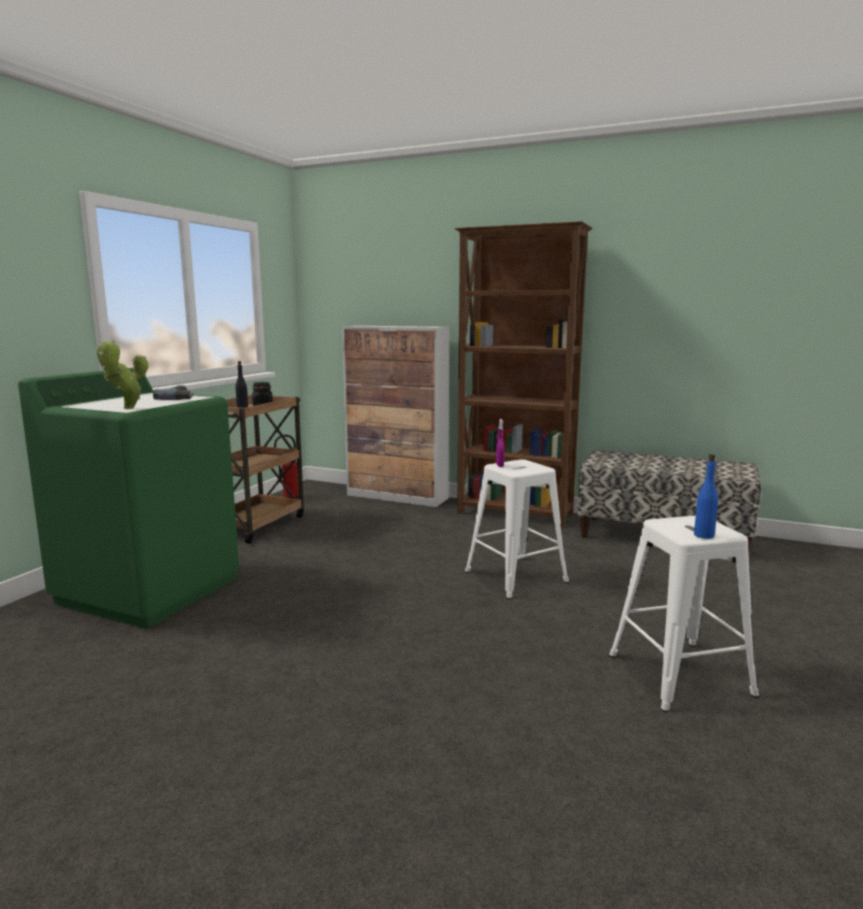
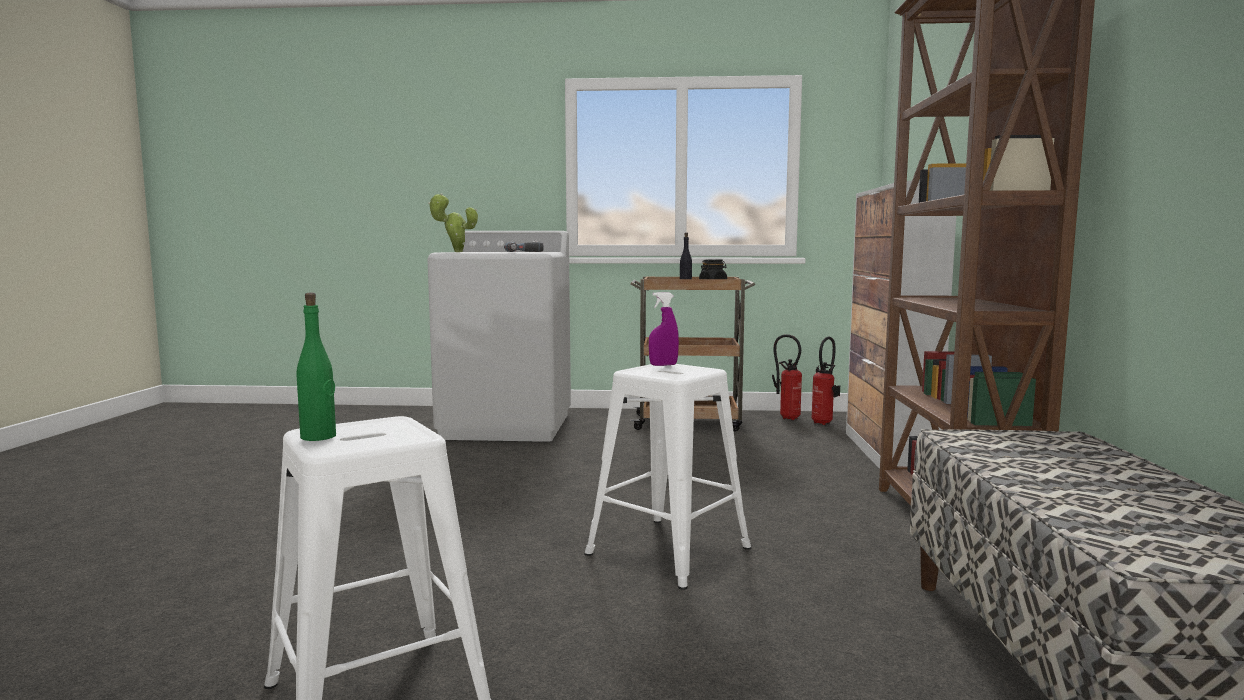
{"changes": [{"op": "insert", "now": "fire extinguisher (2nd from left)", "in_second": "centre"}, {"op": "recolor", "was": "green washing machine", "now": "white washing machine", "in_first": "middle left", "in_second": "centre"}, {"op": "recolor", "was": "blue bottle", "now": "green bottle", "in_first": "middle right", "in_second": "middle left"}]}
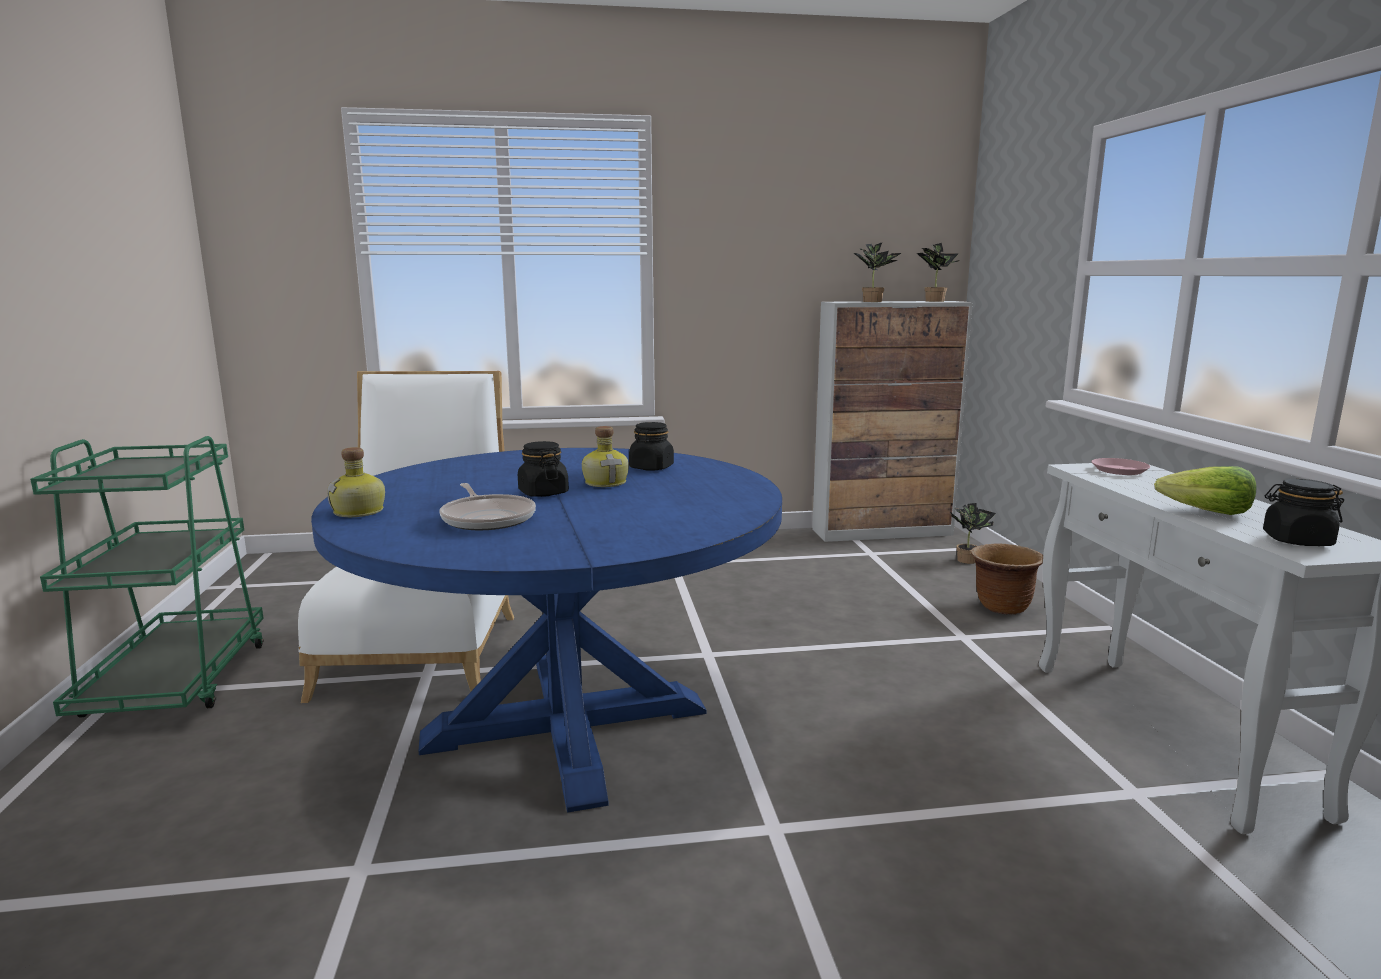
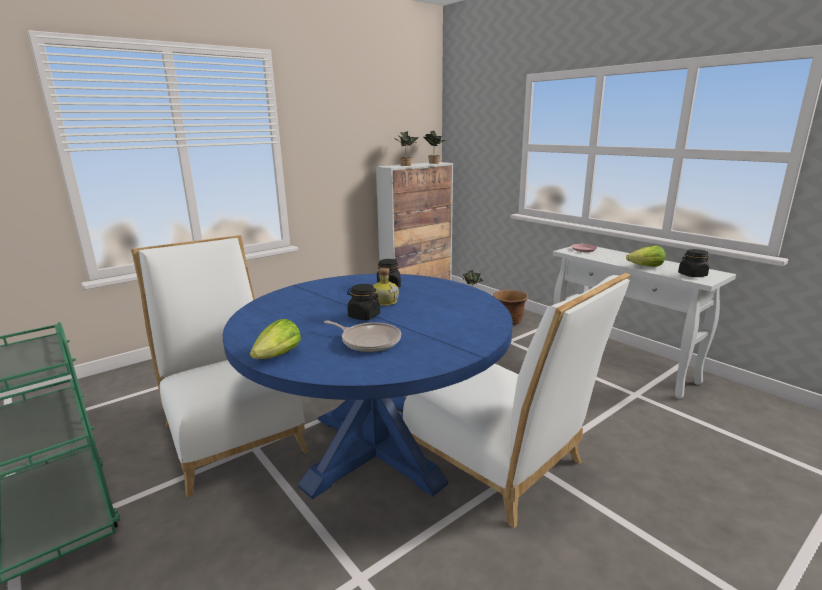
{"changes": [{"op": "insert", "now": "white chair (2nd from left)", "in_second": "bottom centre"}, {"op": "replace", "was": "bottle (1st from left)", "now": "lettuce (1st from left)", "in_first": "middle left", "in_second": "centre"}]}
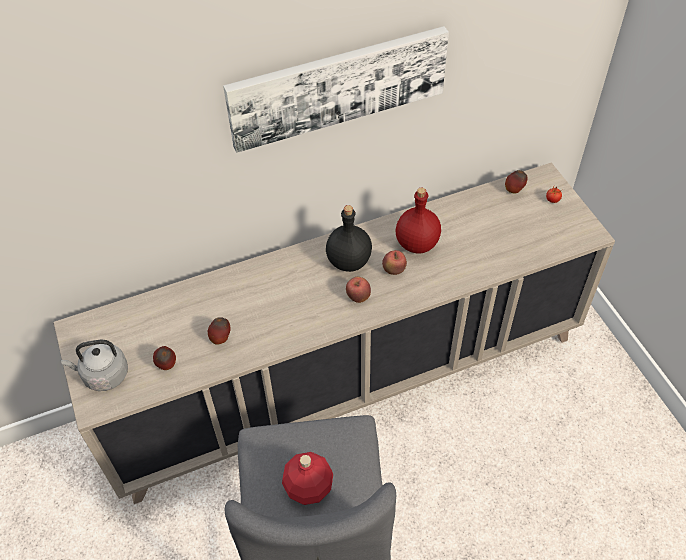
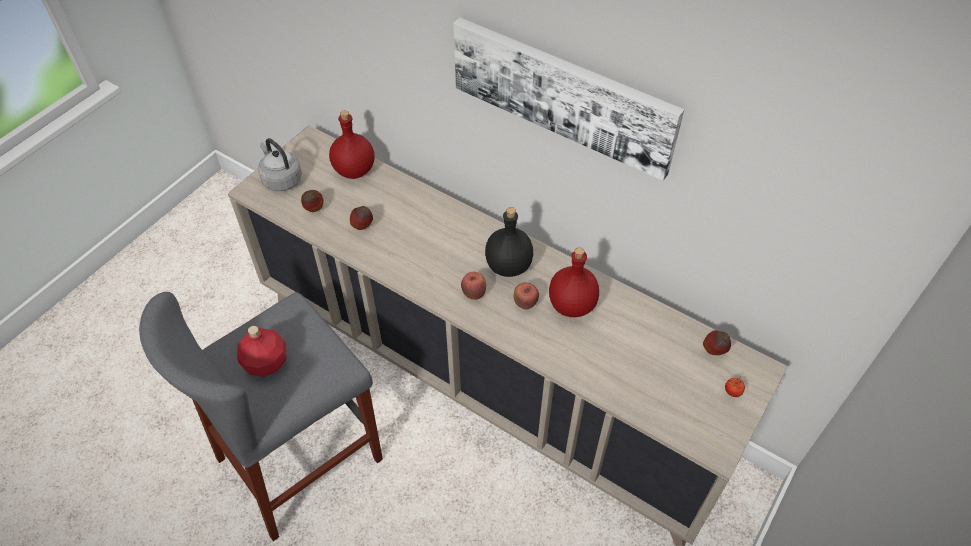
{"changes": [{"op": "insert", "now": "red bottle (2nd from left)", "in_second": "top centre"}]}
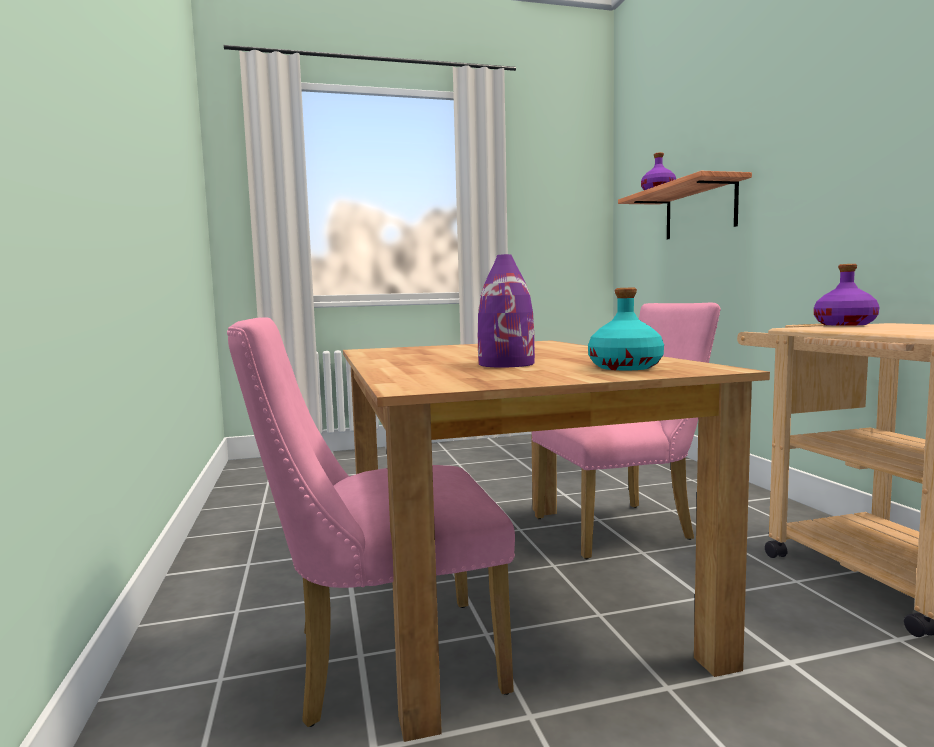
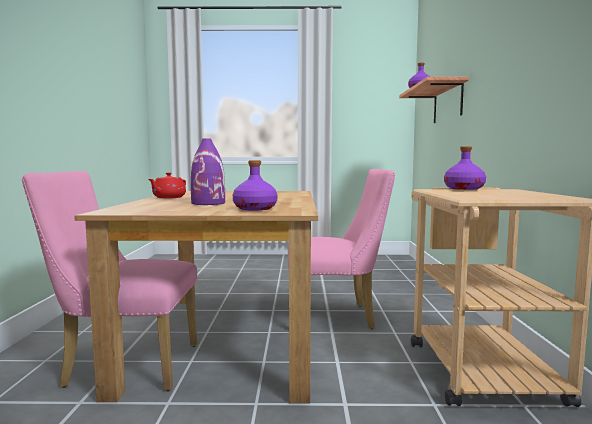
{"changes": [{"op": "insert", "now": "red teapot", "in_second": "middle left"}, {"op": "recolor", "was": "turquoise bottle", "now": "purple bottle (1st from left)", "in_first": "middle right", "in_second": "centre"}]}
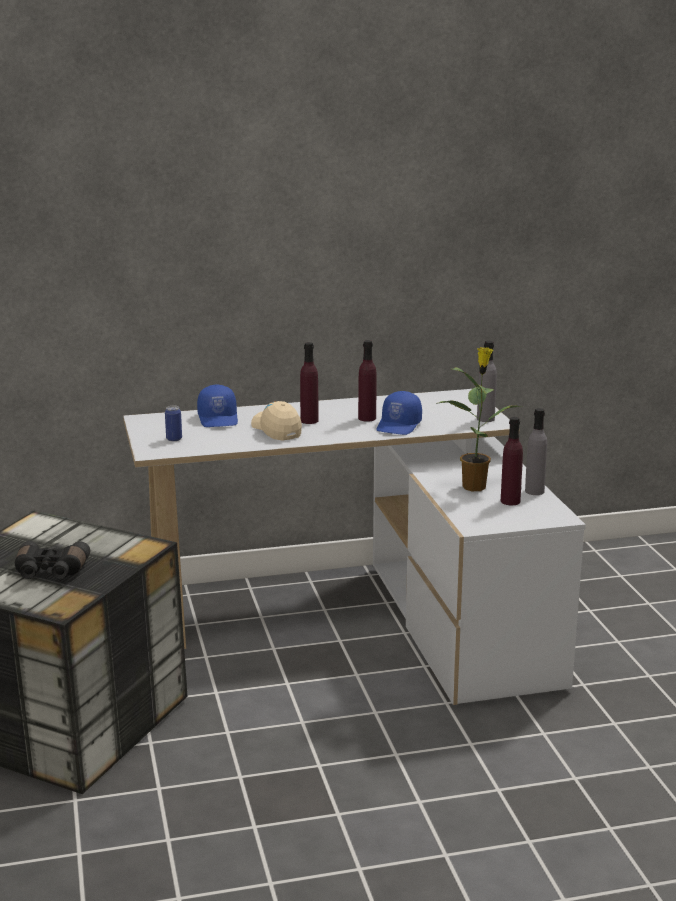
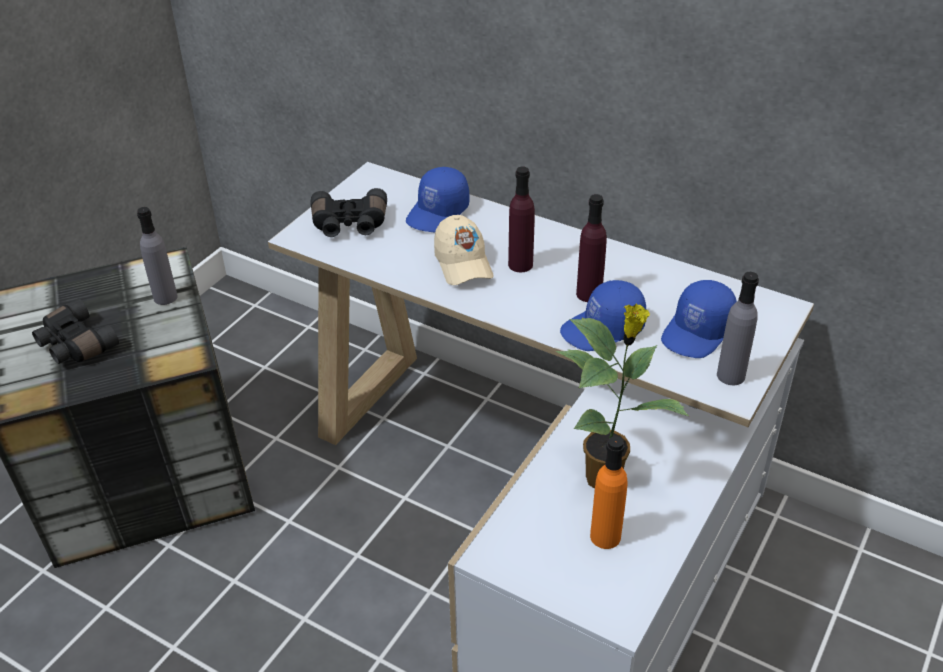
{"changes": [{"op": "insert", "now": "blue cap (3rd from left)", "in_second": "middle right"}, {"op": "move", "was": "grey bottle (2nd from left in the first image)", "now": "grey bottle (1st from left)", "in_first": "middle right", "in_second": "middle left"}, {"op": "replace", "was": "can", "now": "black binoculars (2nd from left)", "in_first": "middle left", "in_second": "top centre"}, {"op": "recolor", "was": "purple bottle (3rd from left)", "now": "orange bottle", "in_first": "middle right", "in_second": "bottom centre"}, {"op": "rotate", "was": "beige cap", "in_first": "centre", "in_second": "centre", "clockwise": 150}]}
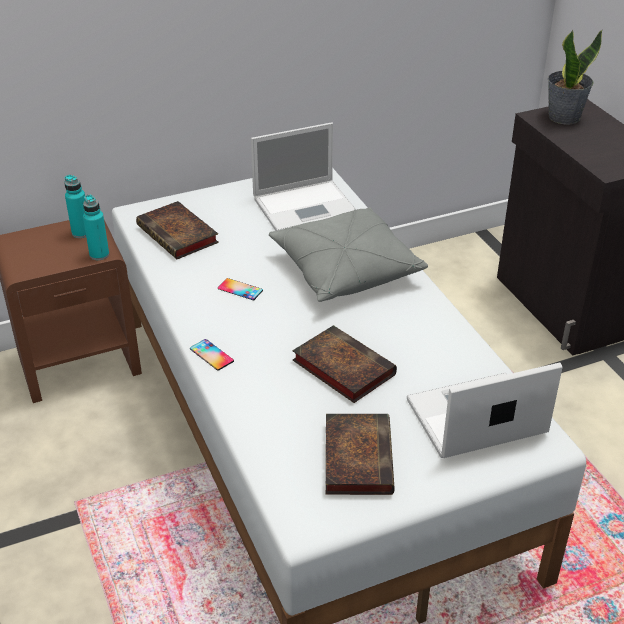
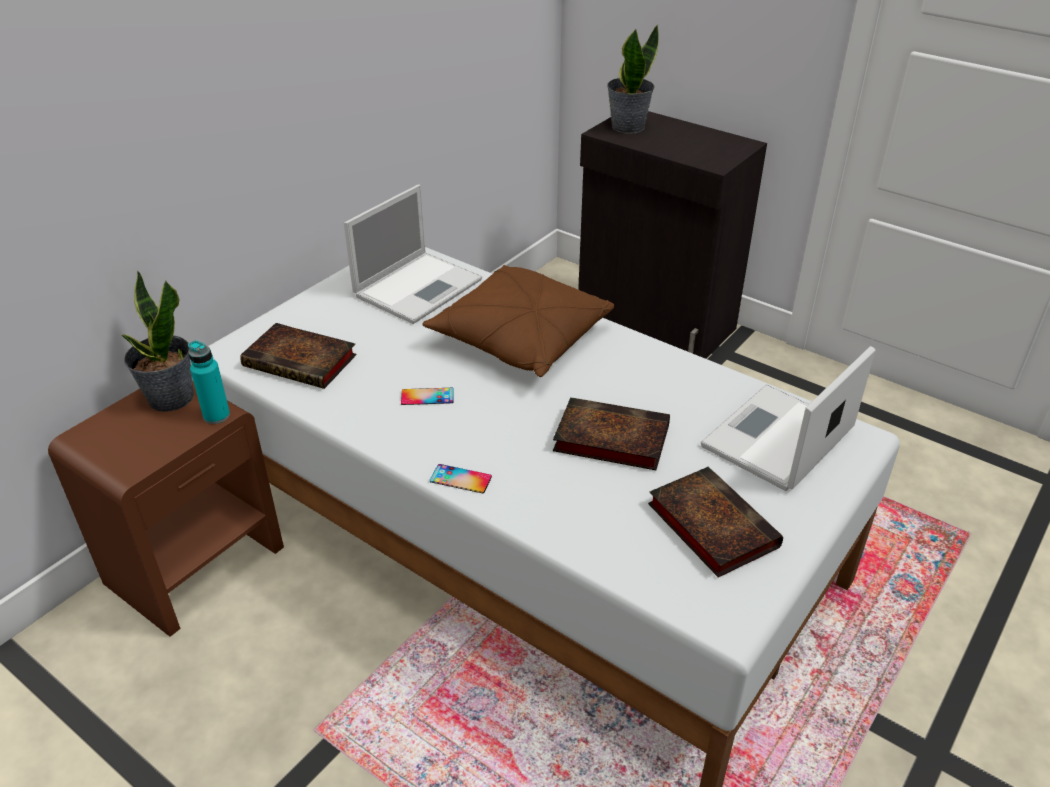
{"changes": [{"op": "replace", "was": "turquoise bottle (1st from left)", "now": "potted plant (1st from left)", "in_first": "top left", "in_second": "middle left"}, {"op": "recolor", "was": "grey pillow", "now": "brown pillow", "in_first": "centre", "in_second": "centre"}]}
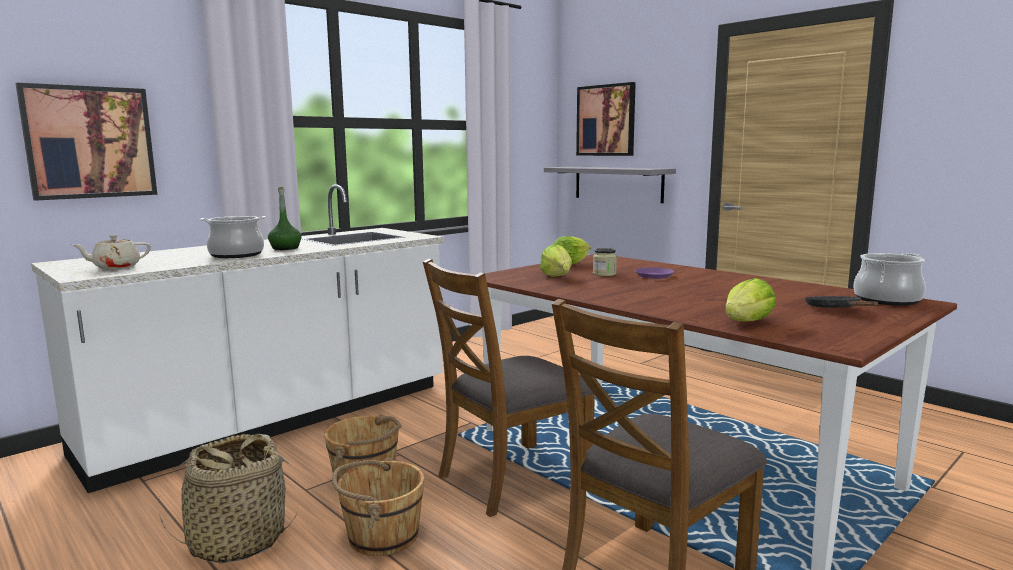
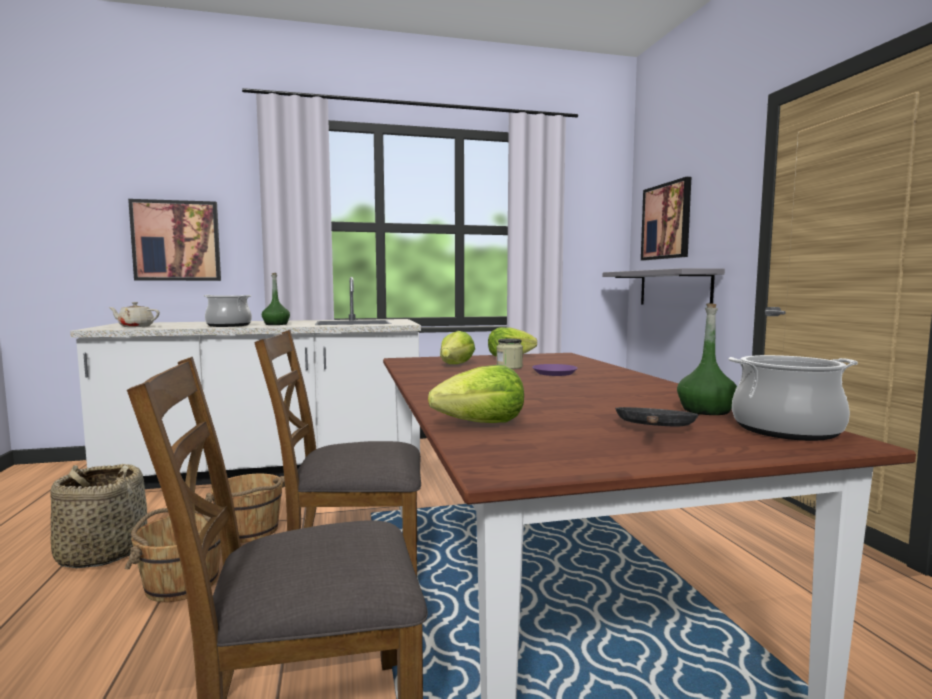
{"changes": [{"op": "insert", "now": "green bottle (2nd from left)", "in_second": "middle right"}]}
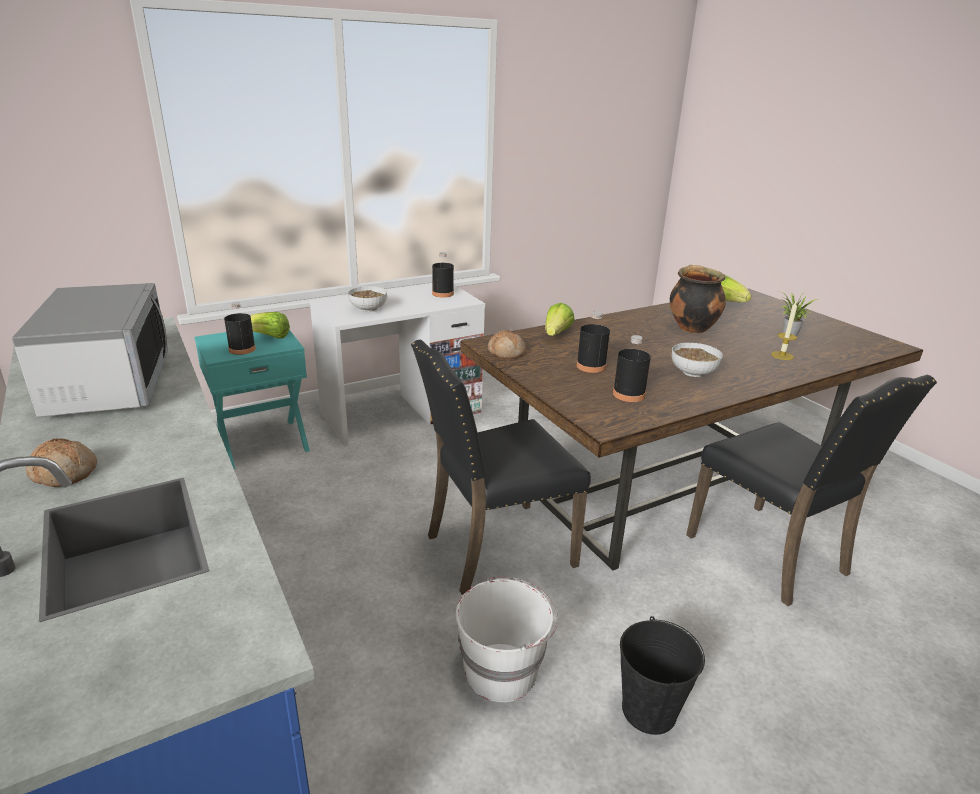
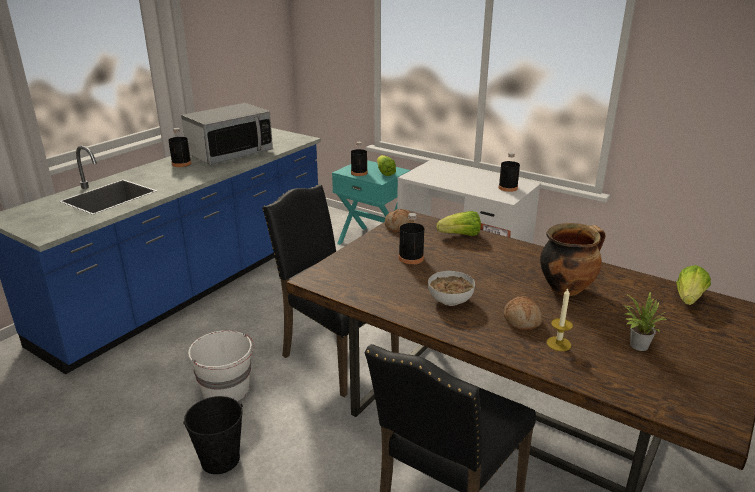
{"changes": [{"op": "delete", "was": "bowl (1st from left)", "in_first": "centre"}, {"op": "move", "was": "bread (1st from left in the first image)", "now": "bread (2nd from left)", "in_first": "middle left", "in_second": "middle right"}, {"op": "move", "was": "black bottle (4th from left in the first image)", "now": "black bottle (1st from left)", "in_first": "centre", "in_second": "top left"}]}
